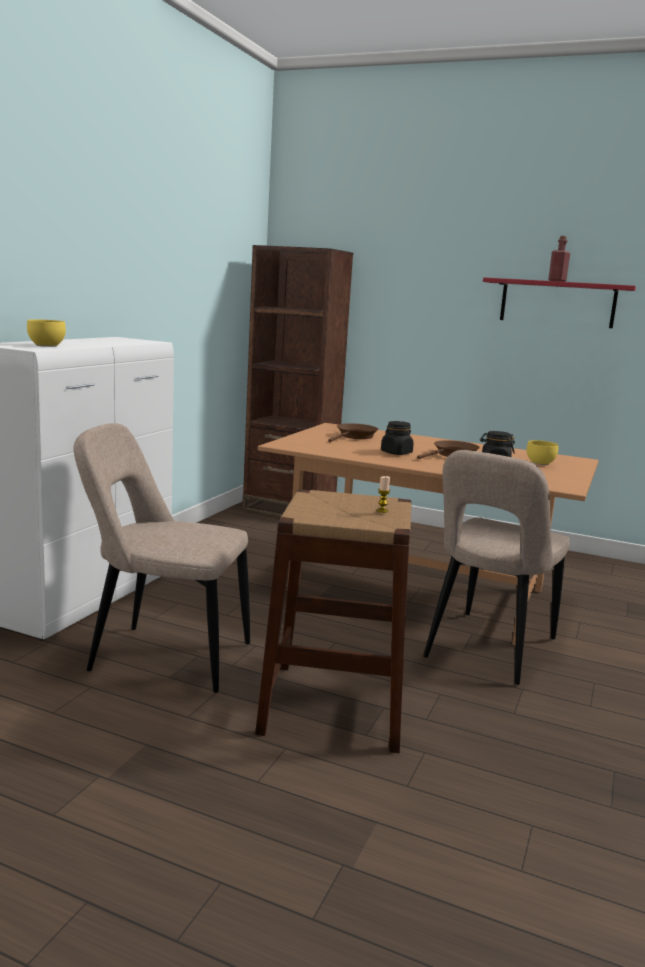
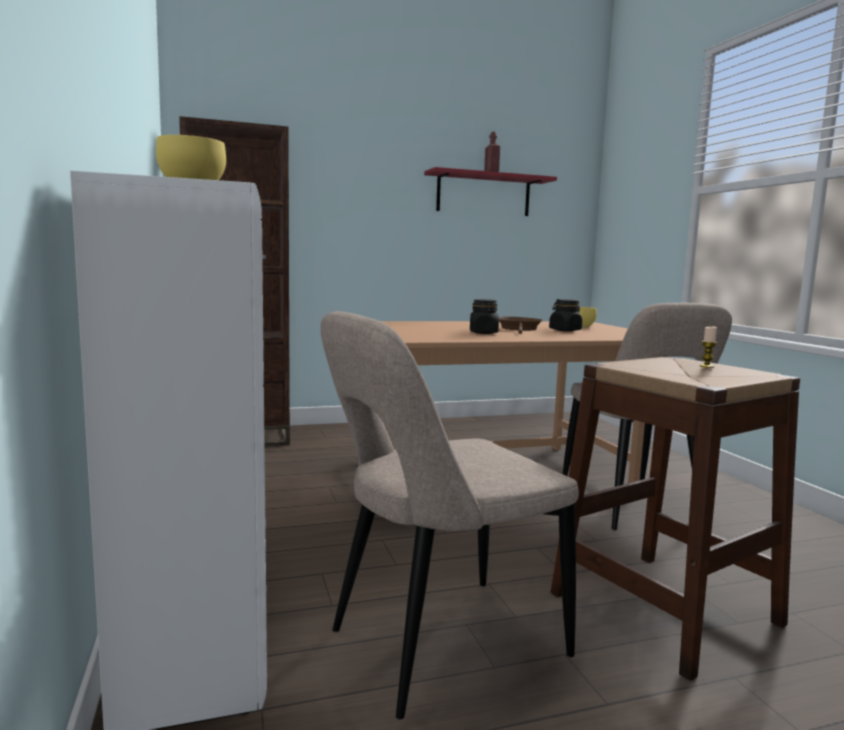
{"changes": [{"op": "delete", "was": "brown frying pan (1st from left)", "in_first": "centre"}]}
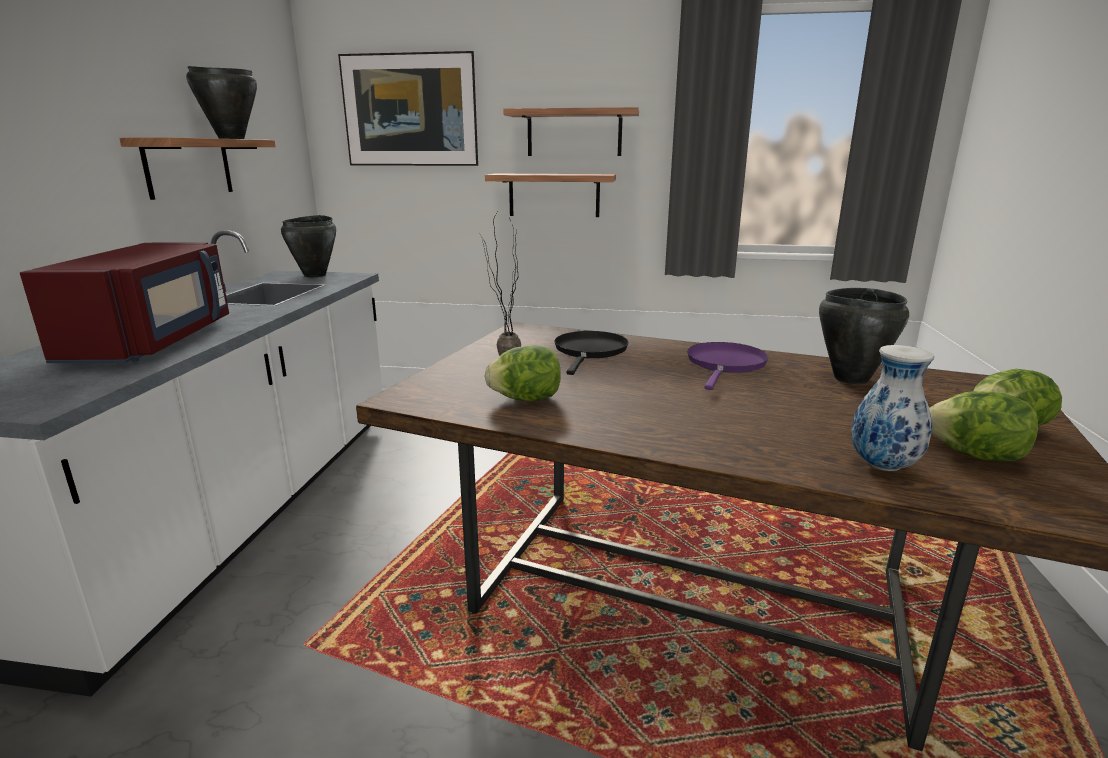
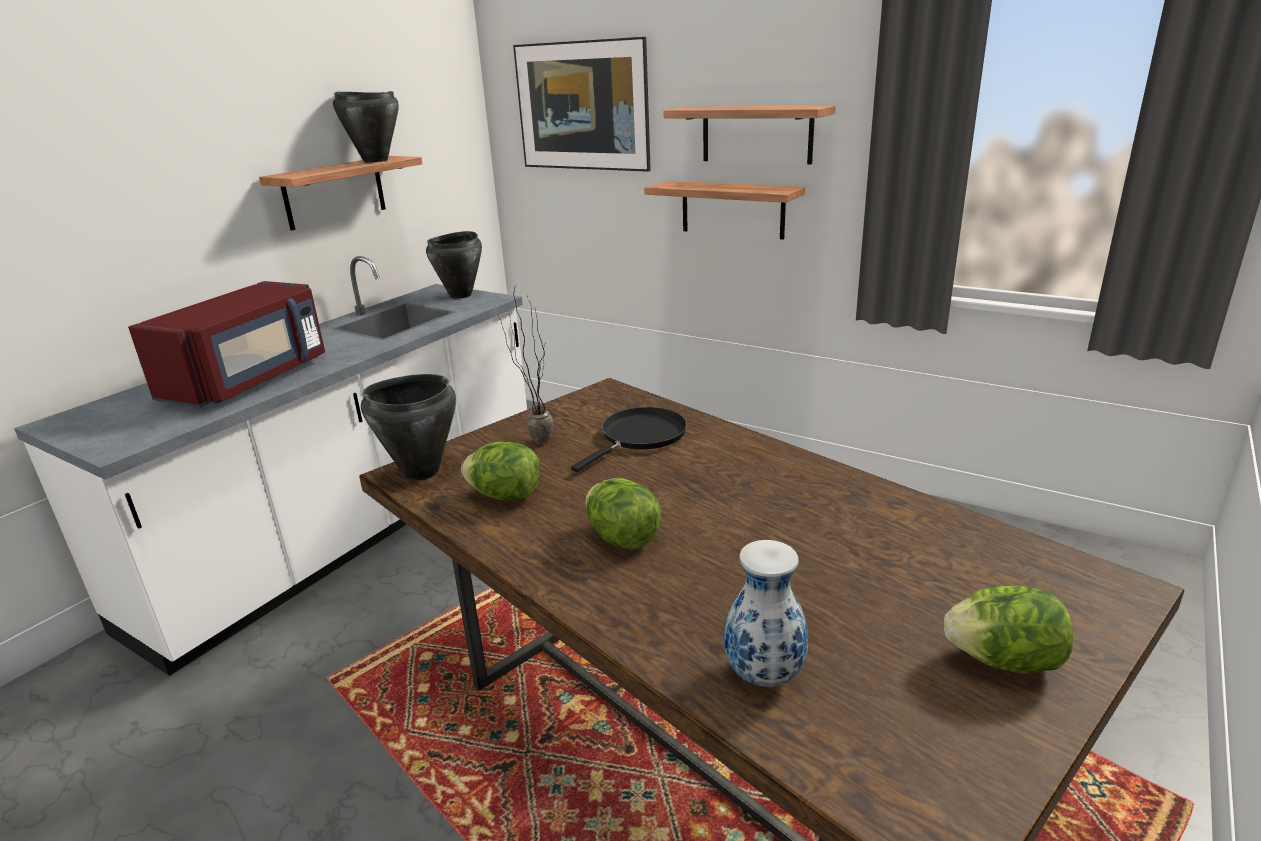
{"changes": [{"op": "delete", "was": "purple frying pan", "in_first": "centre"}, {"op": "move", "was": "black cooking pot (3rd from left in the first image)", "now": "black cooking pot (2nd from left)", "in_first": "middle right", "in_second": "middle left"}, {"op": "move", "was": "lettuce (2nd from left)", "in_first": "middle right", "in_second": "centre"}]}
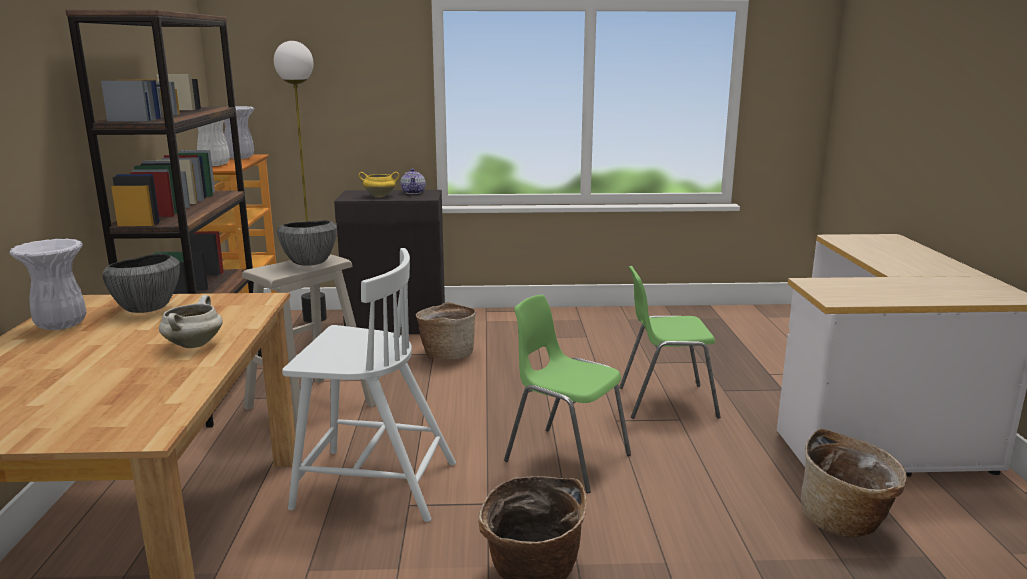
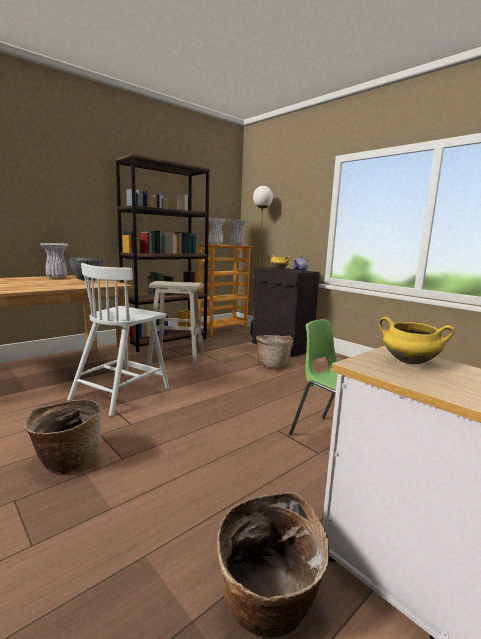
{"changes": [{"op": "delete", "was": "white cooking pot", "in_first": "middle left"}, {"op": "delete", "was": "bowl (2nd from left)", "in_first": "middle left"}, {"op": "delete", "was": "green chair (1st from left)", "in_first": "bottom centre"}, {"op": "insert", "now": "yellow cooking pot (2nd from left)", "in_second": "middle right"}, {"op": "rotate", "was": "white chair", "in_first": "centre", "in_second": "middle left", "clockwise": 60}]}
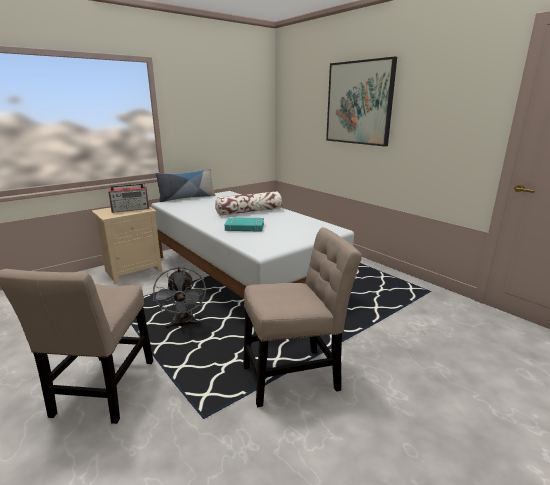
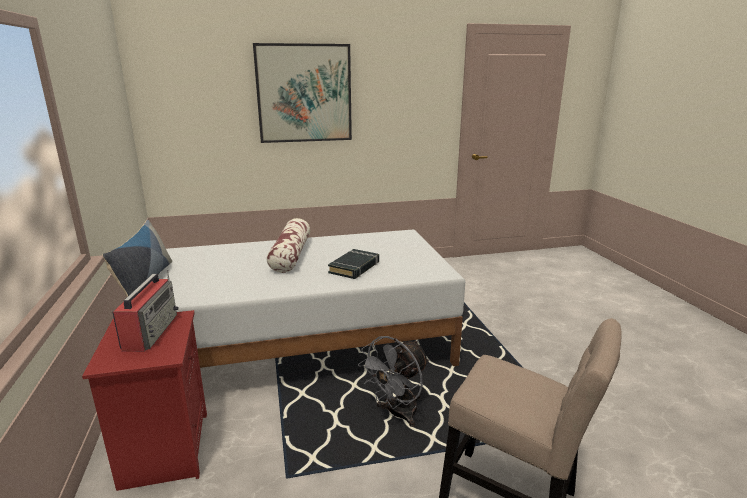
{"changes": [{"op": "delete", "was": "beige chair (2nd from left)", "in_first": "centre"}, {"op": "recolor", "was": "beige nightstand", "now": "red nightstand", "in_first": "middle left", "in_second": "bottom left"}, {"op": "recolor", "was": "turquoise book", "now": "black book", "in_first": "centre", "in_second": "centre"}, {"op": "rotate", "was": "grey fan", "in_first": "middle left", "in_second": "bottom centre", "clockwise": 120}]}
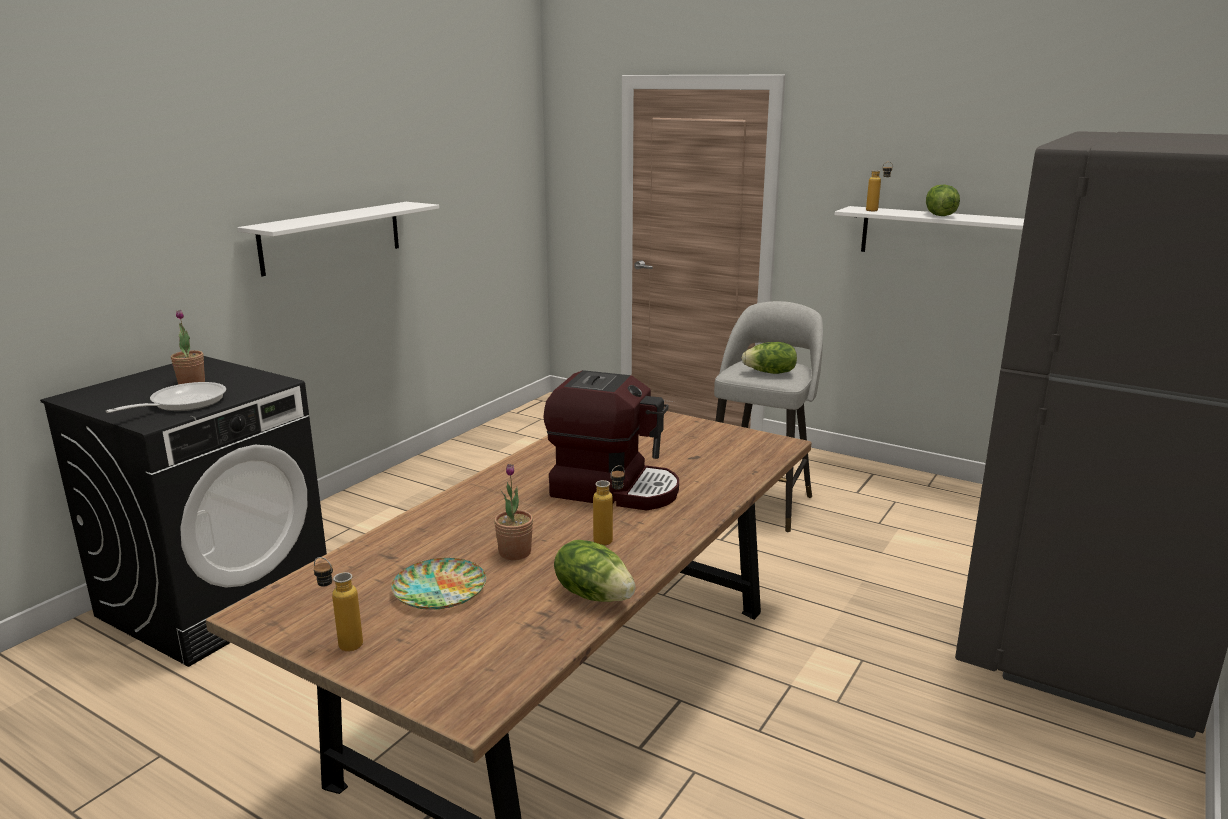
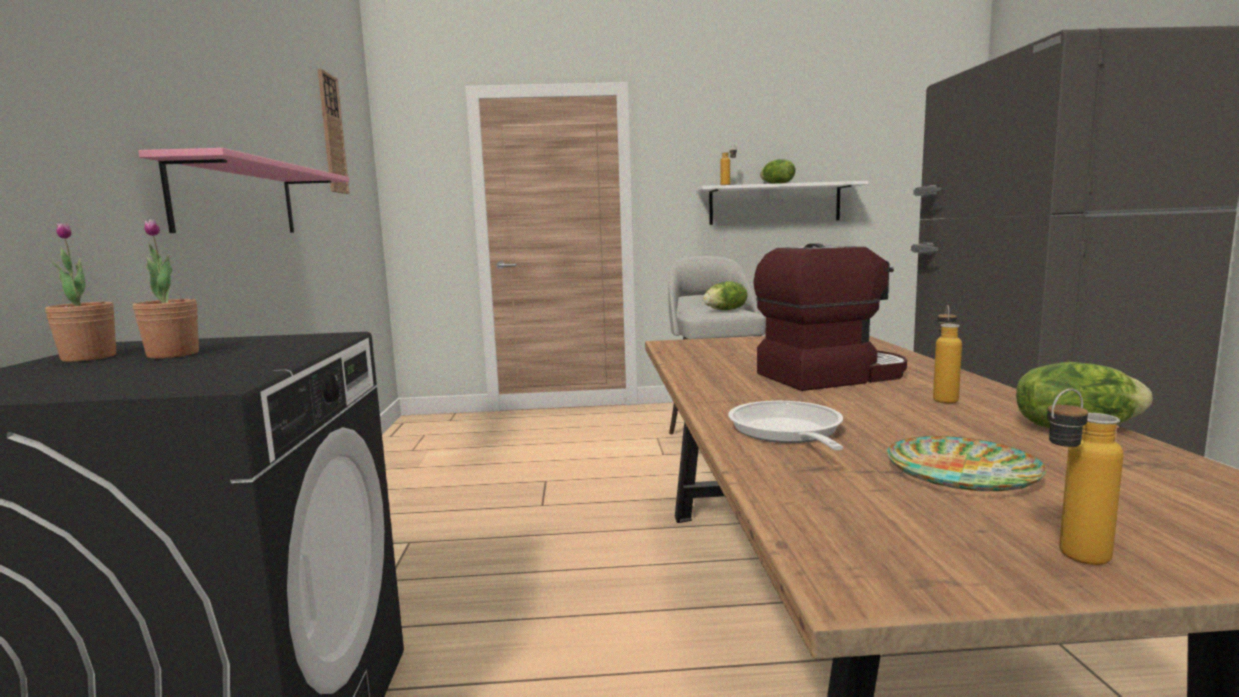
{"changes": [{"op": "insert", "now": "wall clock", "in_second": "top left"}, {"op": "move", "was": "frying pan", "in_first": "middle left", "in_second": "centre"}, {"op": "move", "was": "potted plant (2nd from left in the first image)", "now": "potted plant (1st from left)", "in_first": "centre", "in_second": "middle left"}, {"op": "recolor", "was": "white shelf (1st from left)", "now": "pink shelf", "in_first": "top left", "in_second": "top left"}]}
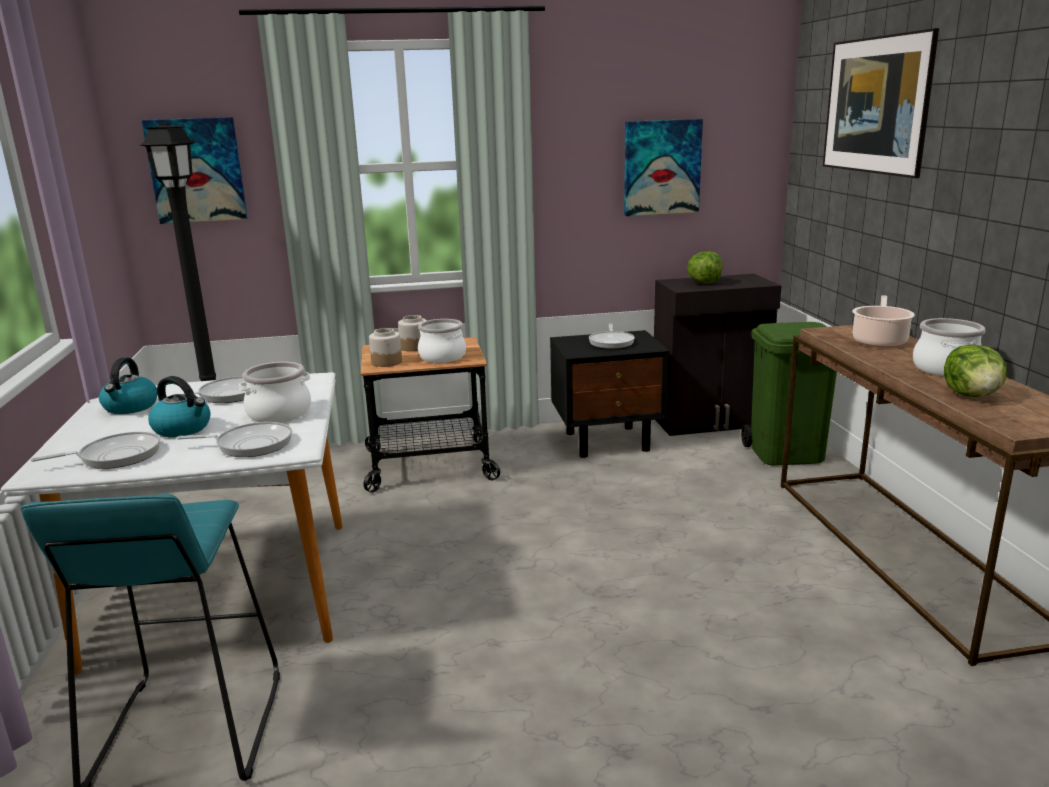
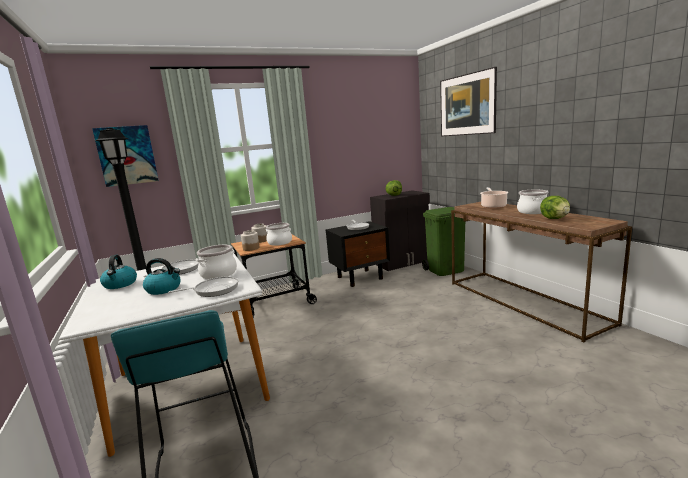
{"changes": [{"op": "delete", "was": "frying pan (1st from left)", "in_first": "middle left"}, {"op": "delete", "was": "picture (2nd from left)", "in_first": "top centre"}]}
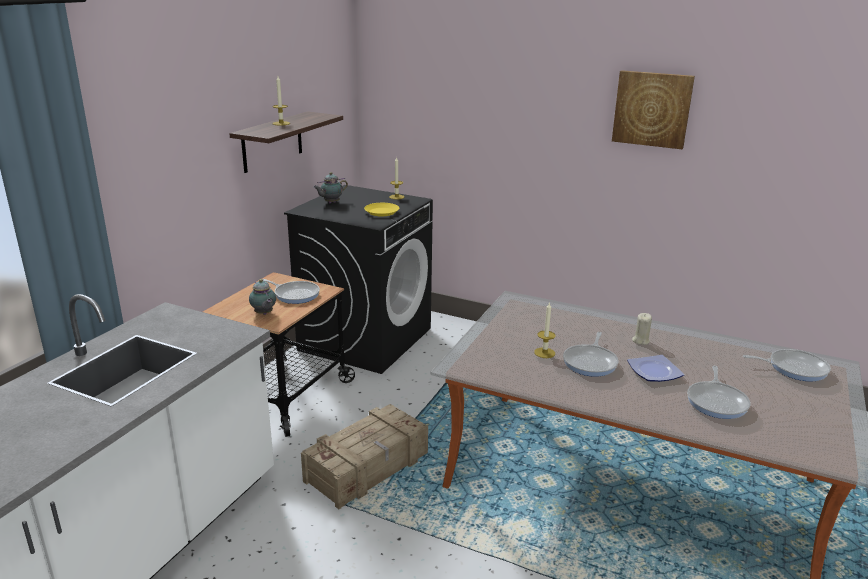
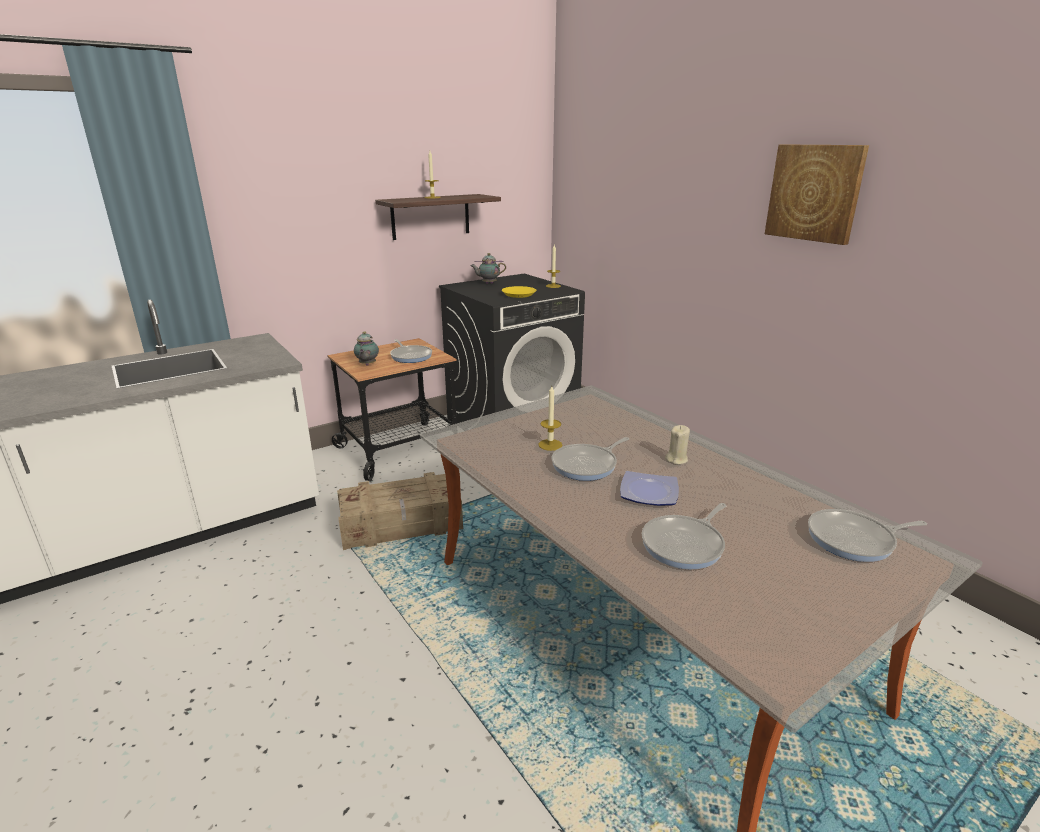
{"changes": [{"op": "rotate", "was": "frying pan (4th from left)", "in_first": "middle right", "in_second": "middle right", "clockwise": 135}]}
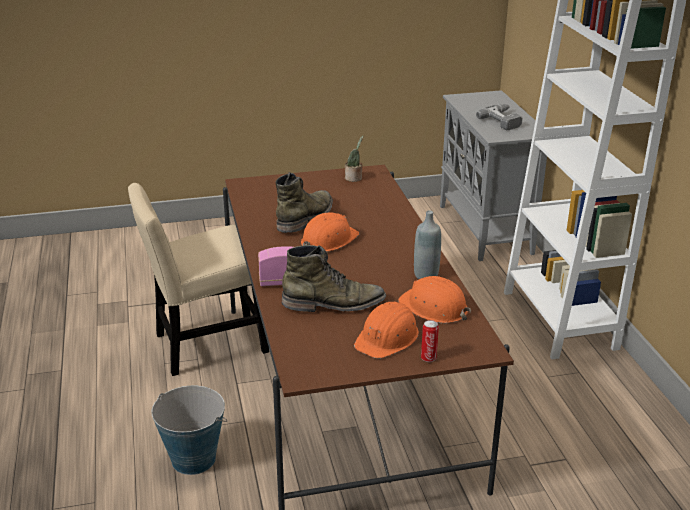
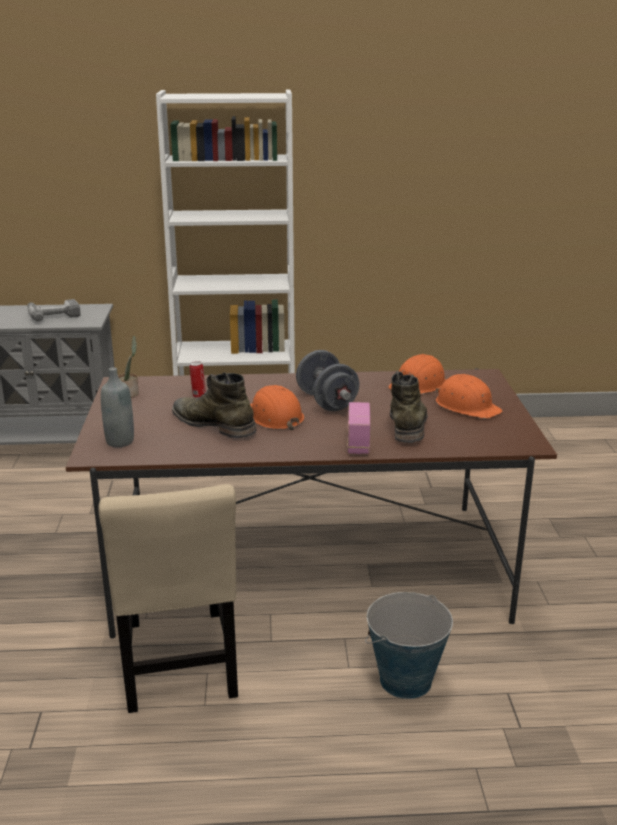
{"changes": [{"op": "insert", "now": "grey dumbbell", "in_second": "centre"}, {"op": "move", "was": "grey bottle", "in_first": "centre", "in_second": "middle left"}, {"op": "move", "was": "can", "in_first": "bottom centre", "in_second": "middle left"}]}
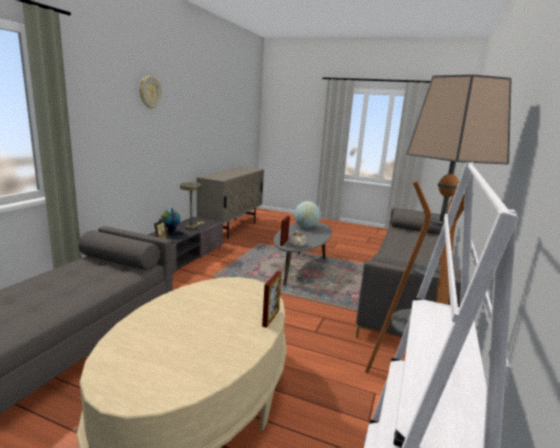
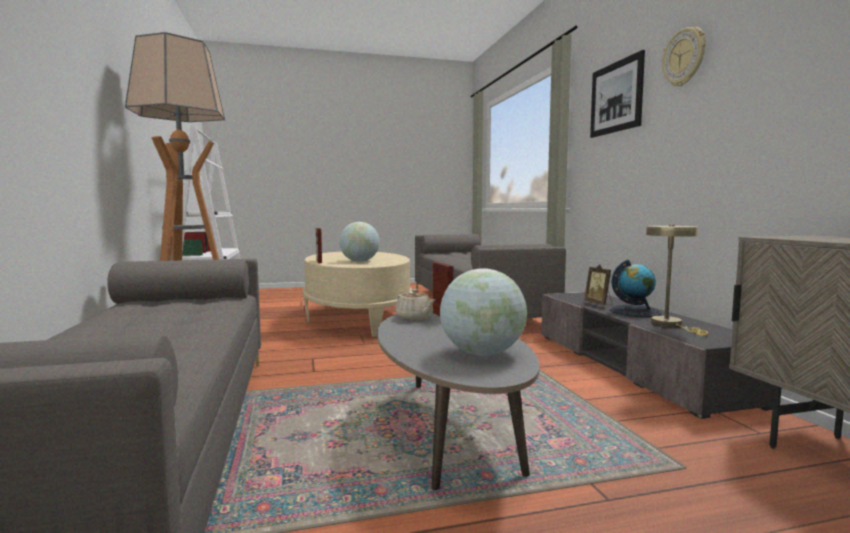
{"changes": [{"op": "insert", "now": "globe (1st from left)", "in_second": "centre"}, {"op": "insert", "now": "picture", "in_second": "top right"}]}
